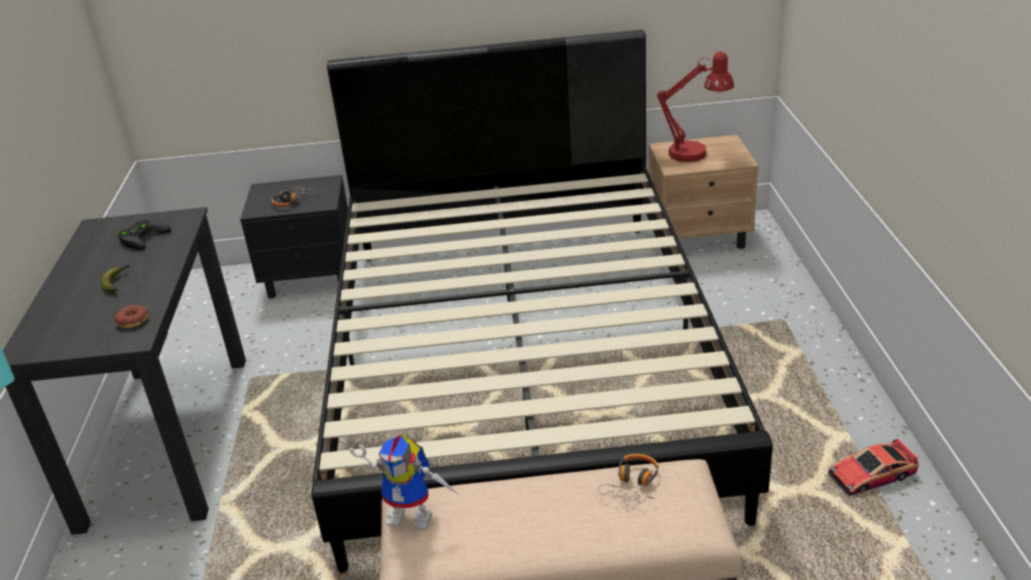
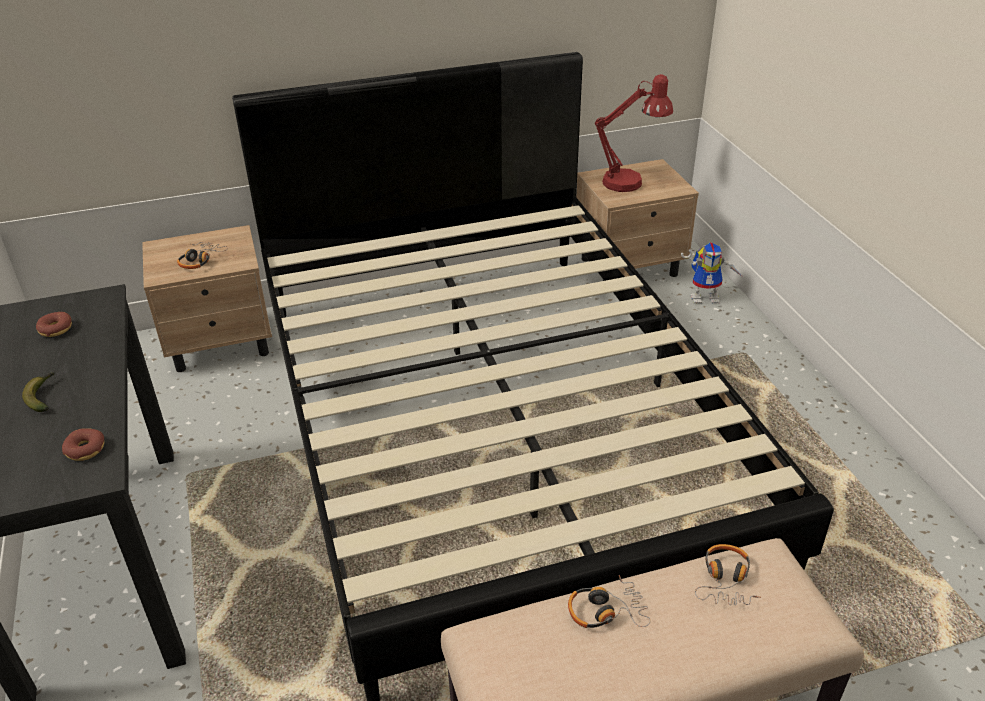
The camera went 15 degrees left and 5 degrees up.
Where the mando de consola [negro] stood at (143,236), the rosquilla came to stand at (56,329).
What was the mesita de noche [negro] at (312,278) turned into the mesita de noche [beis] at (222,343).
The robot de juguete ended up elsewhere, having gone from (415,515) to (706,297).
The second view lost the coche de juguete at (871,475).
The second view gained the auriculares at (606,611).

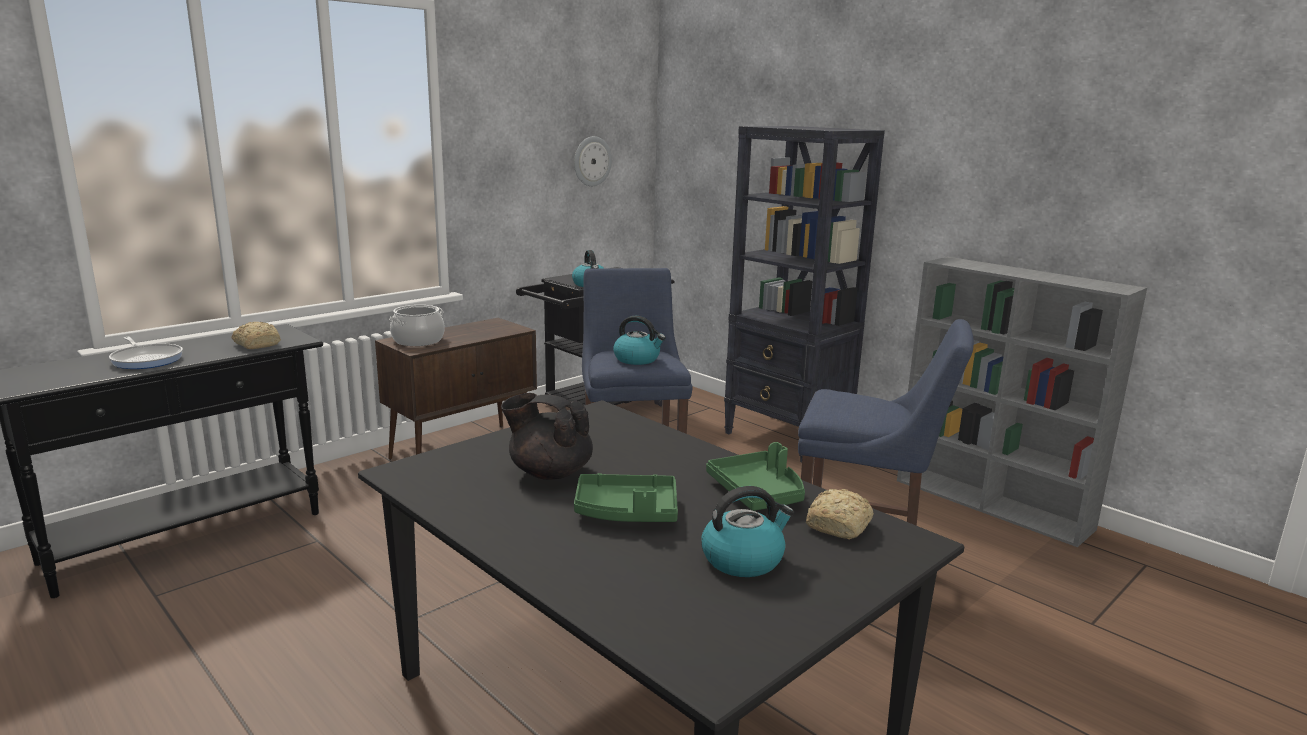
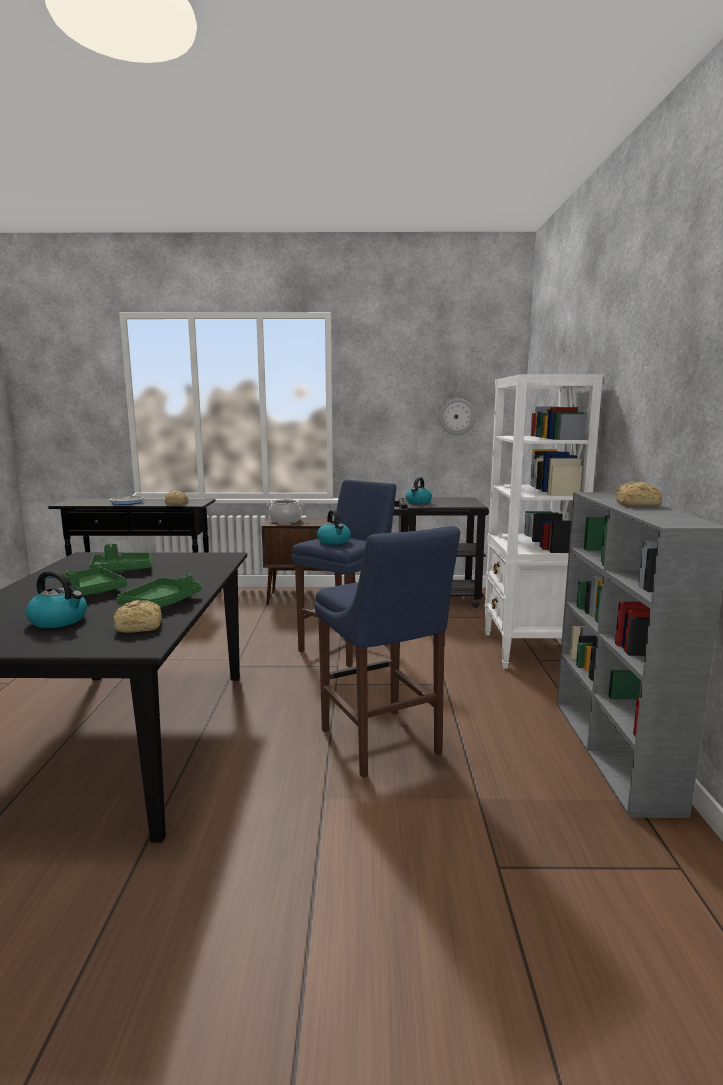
The camera went 45 degrees right and 5 degrees down.
Where the tetera [negro] stood at (549,472), the bandeja [verde] came to stand at (121,570).
What was the estantería [negro] at (787,438) turned into the estantería [blanco] at (527,650).
The second view gained the pan at (635,504).

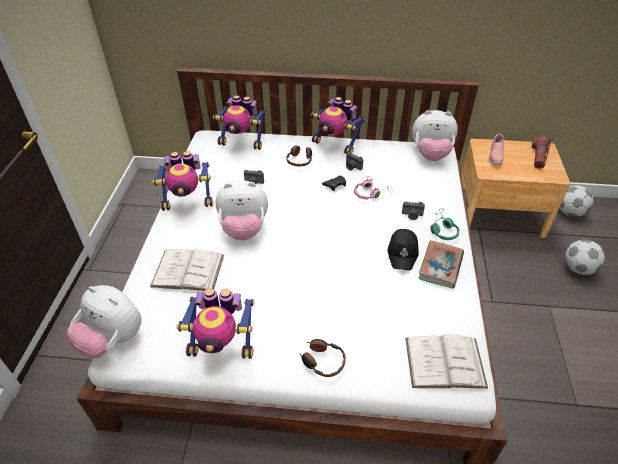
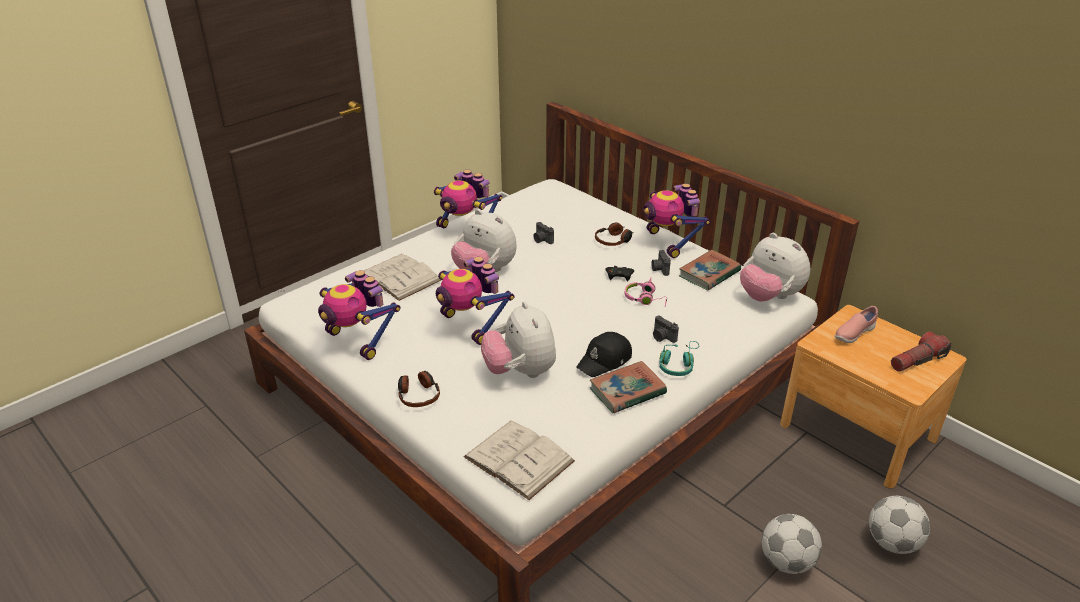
The camera went 40 degrees right and 10 degrees down.
The peluche ended up elsewhere, having gone from (112,340) to (520,371).
The robot de juguete ended up elsewhere, having gone from (242,143) to (471,325).
The balón de fútbol ended up elsewhere, having gone from (569,212) to (786,562).
The second view gained the libro at (709,274).

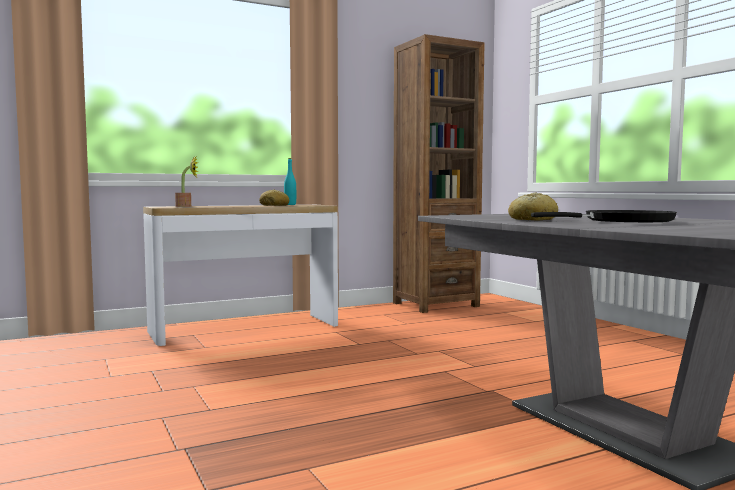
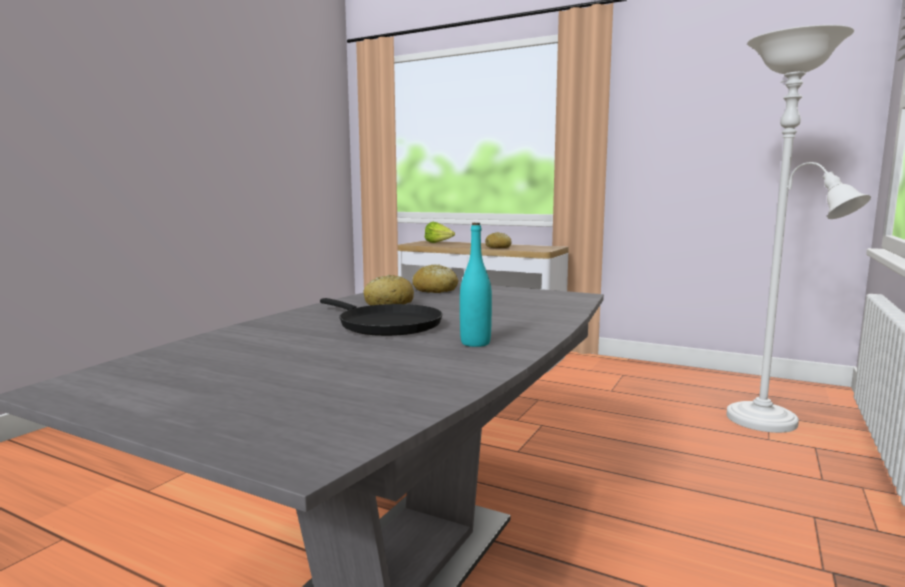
The camera went 55 degrees right and 5 degrees up.
Where the planta en maceta stood at (187,206), the lechuga came to stand at (438,243).
The botella [turquesa] ended up elsewhere, having gone from (290,204) to (475,343).
The second view lost the estantería [marrón] at (435,304).
The second view gained the pan at (435,290).
The second view gained the lámpara de pie [blanco] at (769,423).

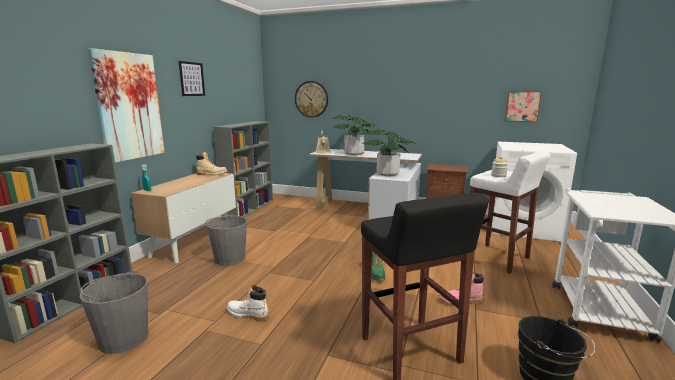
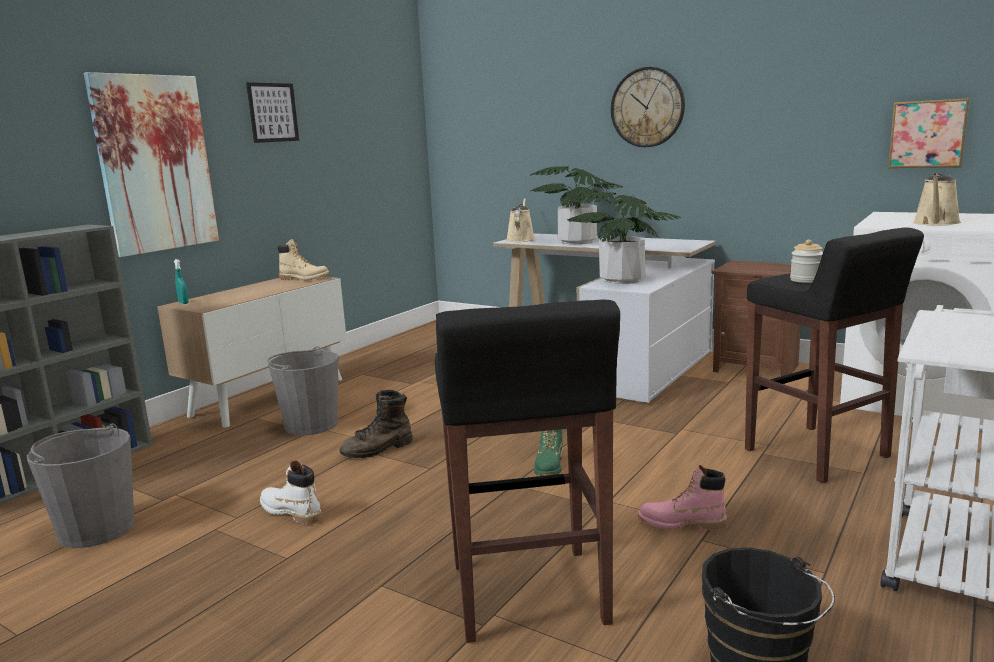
The camera went 15 degrees right and 0 degrees up.
The second view lost the estantería [gris] at (249,209).
The reloj de pared ended up elsewhere, having gone from (311,99) to (647,107).
What was the taburete [blanco] at (498,258) turned into the taburete [negro] at (817,454).
The second view gained the bota [marrón] at (378,449).
The second view gained the regadera [beis] at (936,223).

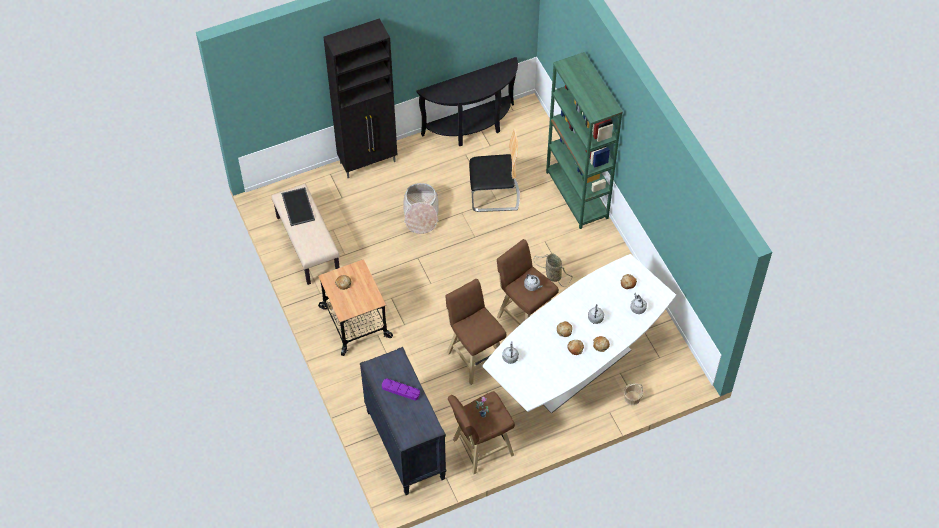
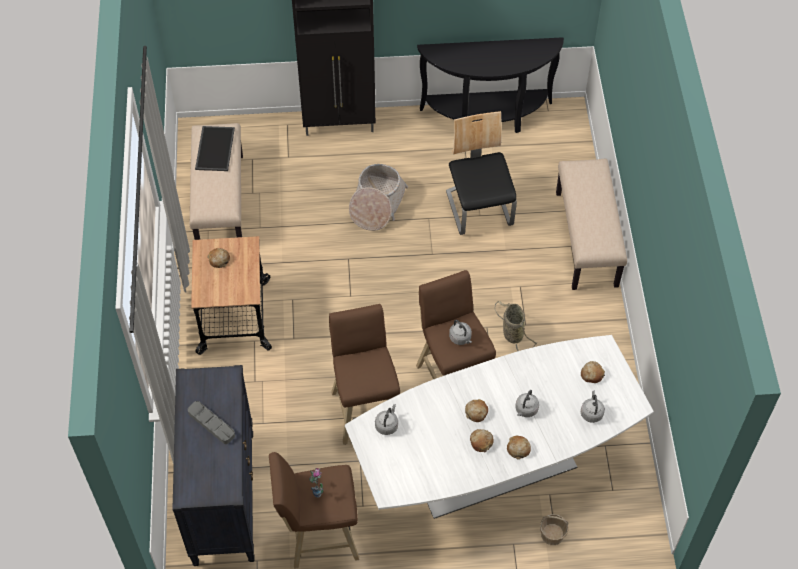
The camera went 20 degrees right and 0 degrees up.
What was the bandeja [morado] at (400,390) turned into the bandeja [gris] at (211,424).
The silla at (494,195) ended up facing another way, 120 degrees counterclockwise from before.
Where the estantería [verde] stood at (577,195), the banco [beis] came to stand at (587,239).

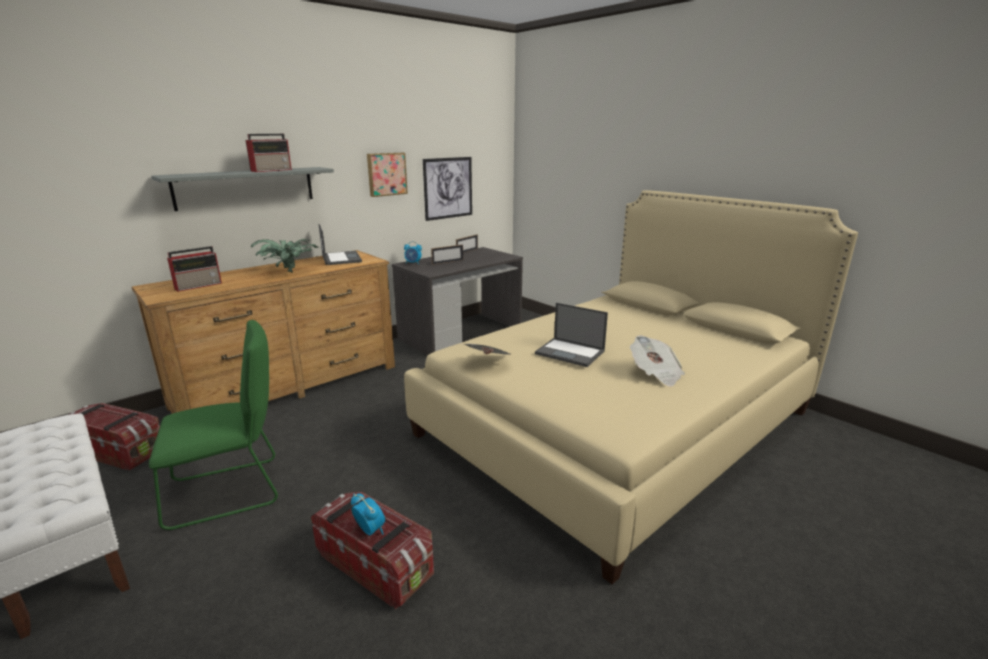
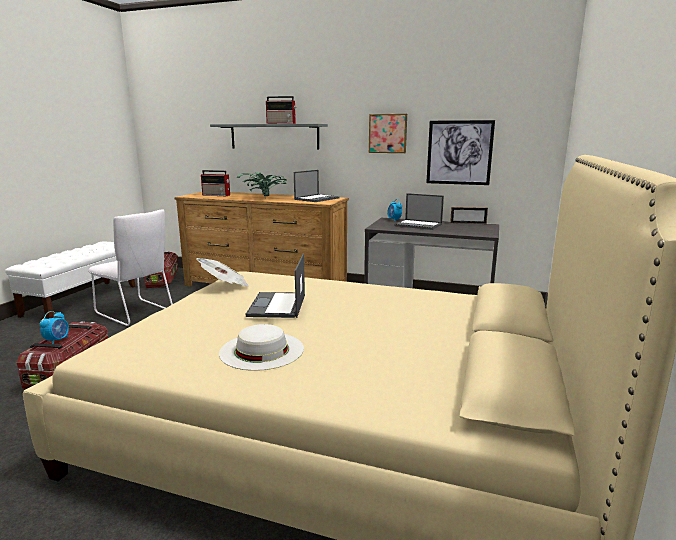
The camera went 60 degrees right and 5 degrees down.
What was the silla [verde] at (231,490) turned into the silla [blanco] at (136,313).
Where the portarretratos stood at (447,262), the portátil came to stand at (419,225).
Where the periódico stood at (655,374), the sombrero [blanco] came to stand at (261,350).

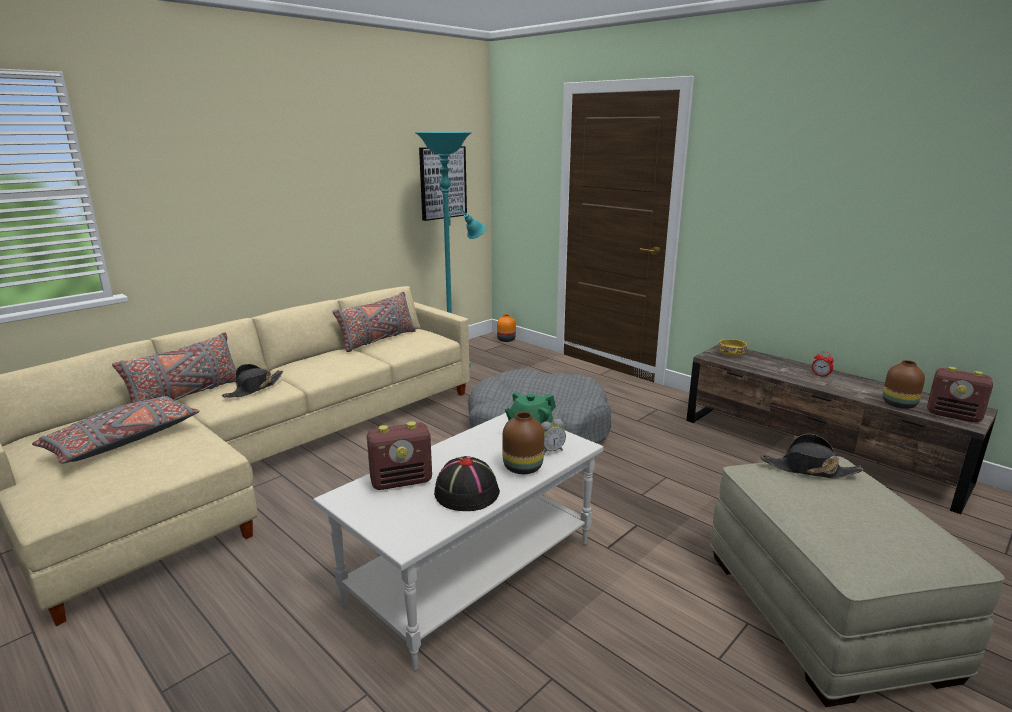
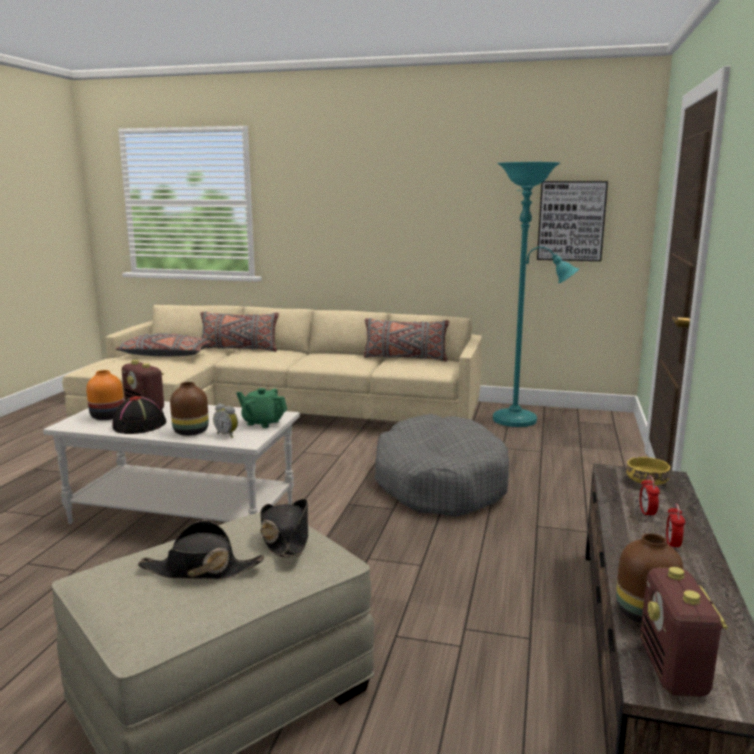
The camera went 60 degrees right and 5 degrees down.
The sombrero [negro] ended up elsewhere, having gone from (254,388) to (201,570).
The florero [naranja] ended up elsewhere, having gone from (506,339) to (108,416).
The second view gained the despertador at (647,513).

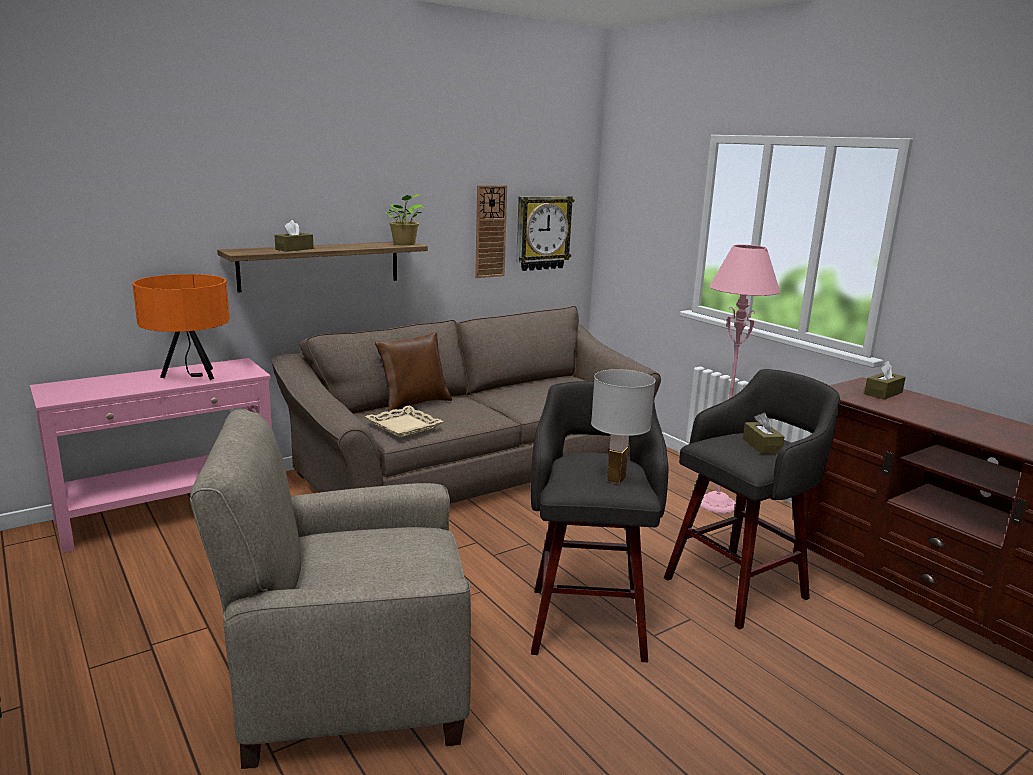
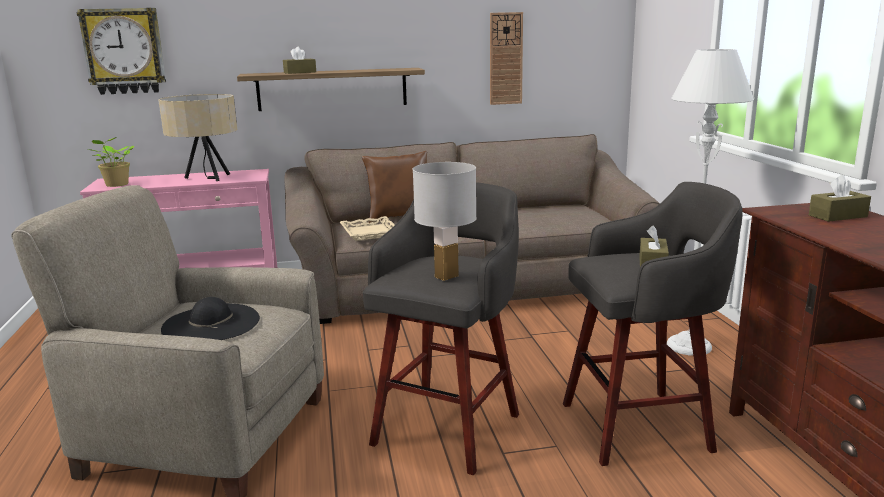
The camera went 25 degrees right and 0 degrees up.
What was the lámpara de mesa [naranja] at (189,376) turned into the lámpara de mesa [beis] at (206,178).
The planta en maceta ended up elsewhere, having gone from (404,244) to (116,185).
The reloj de pared ended up elsewhere, having gone from (542,233) to (124,51).
What was the lámpara de pie [rosa] at (717,504) turned into the lámpara de pie [gris] at (689,346).
The second view gained the sombrero [negro] at (211,323).

